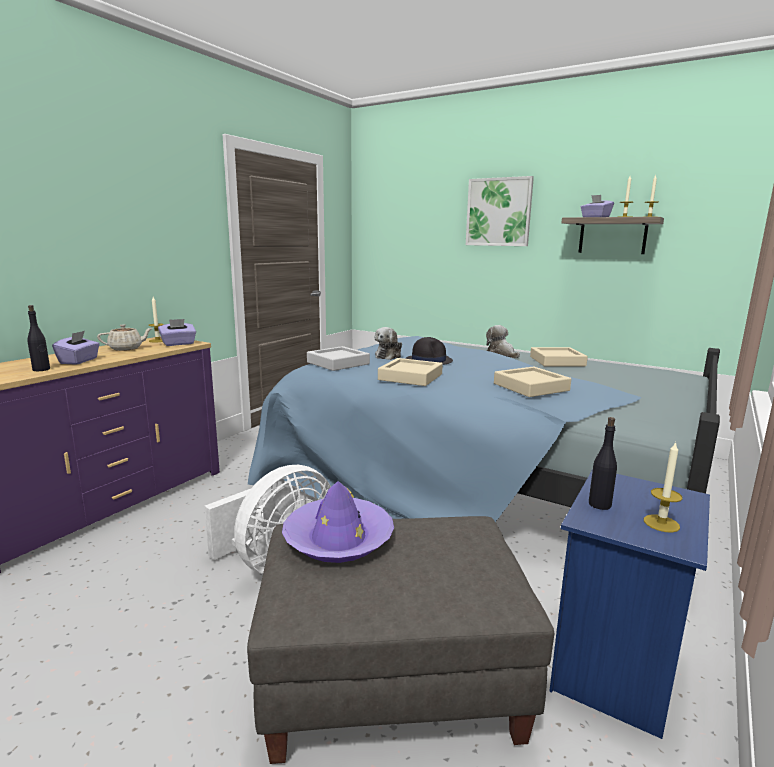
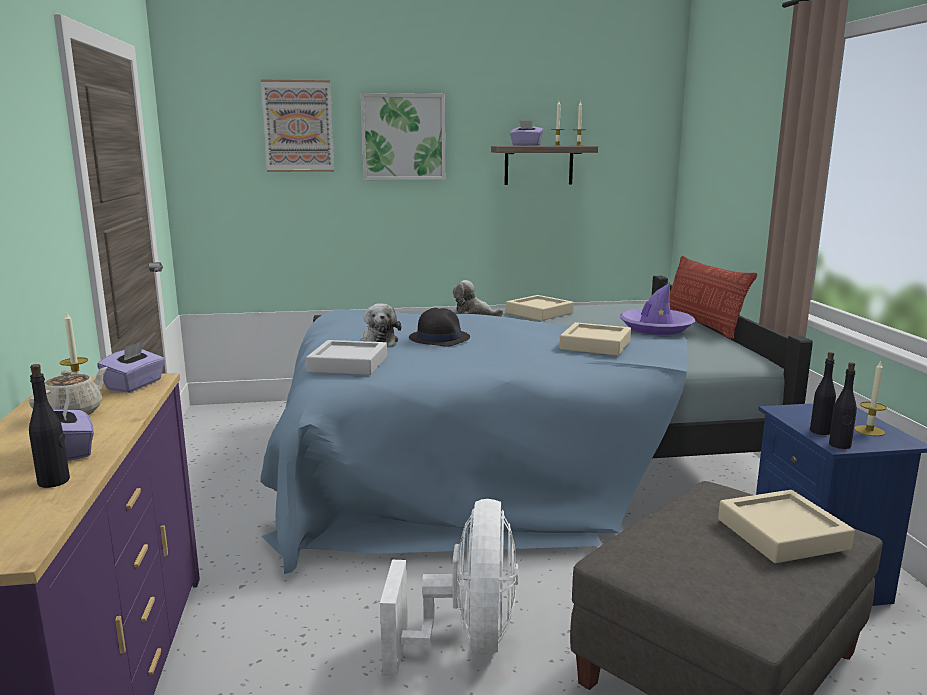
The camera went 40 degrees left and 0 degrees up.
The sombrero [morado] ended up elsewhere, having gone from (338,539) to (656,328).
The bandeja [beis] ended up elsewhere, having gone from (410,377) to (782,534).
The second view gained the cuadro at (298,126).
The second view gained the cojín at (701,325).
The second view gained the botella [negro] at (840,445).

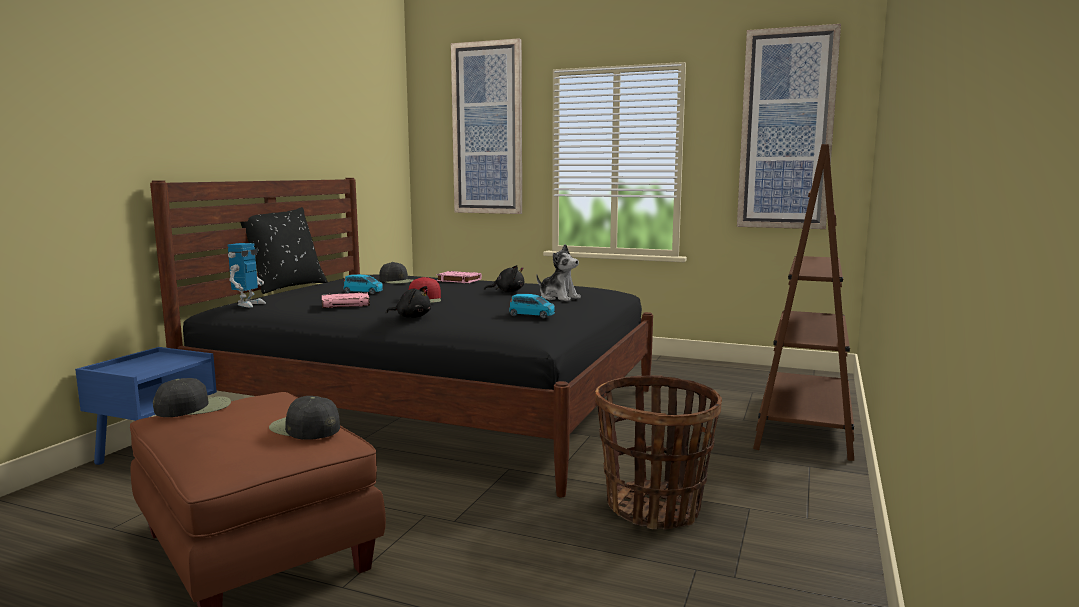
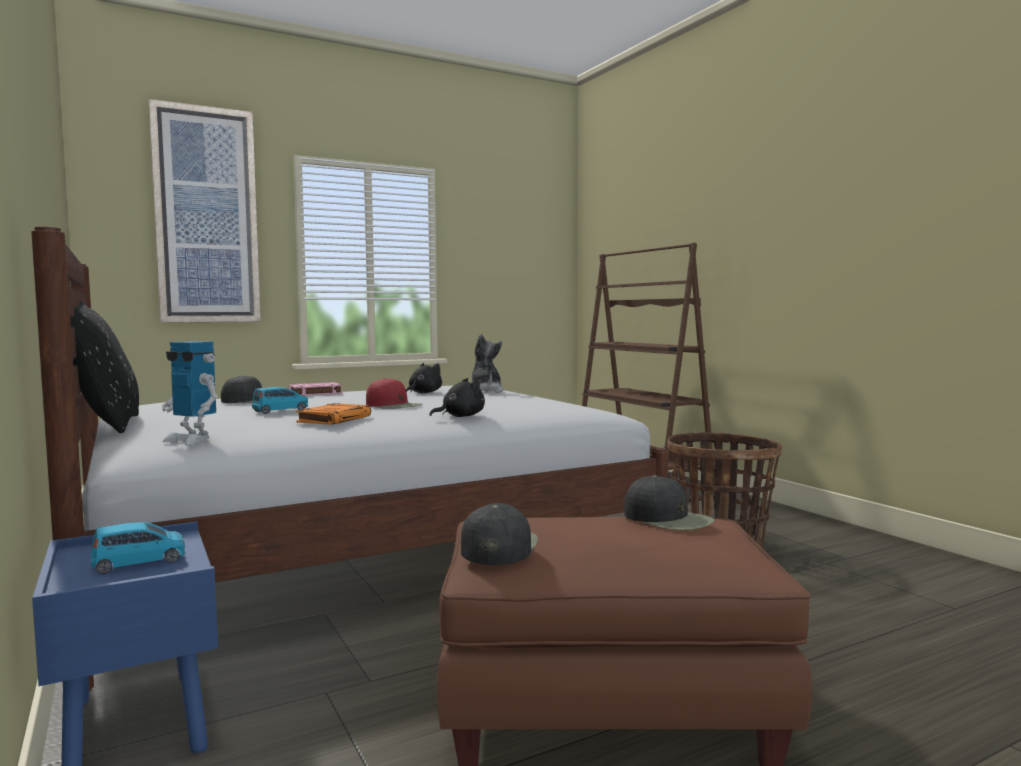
The camera went 50 degrees left and 5 degrees down.
What was the cama [negro] at (433,408) turned into the cama [blanco] at (362,550).
The robot de juguete at (248,304) ended up facing another way, 150 degrees clockwise from before.
The gorra [negro] at (304,428) ended up facing another way, 120 degrees counterclockwise from before.
What was the libro [rosa] at (346,304) turned into the libro [naranja] at (334,419).
The coche de juguete [azul] ended up elsewhere, having gone from (532,315) to (139,562).
The peluche at (558,298) ended up facing another way, 90 degrees counterclockwise from before.
The second view lost the cuadro at (786,130).

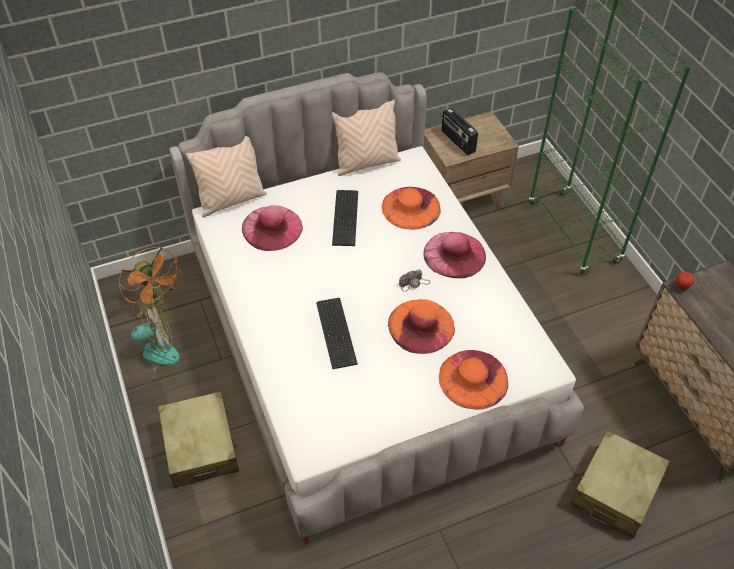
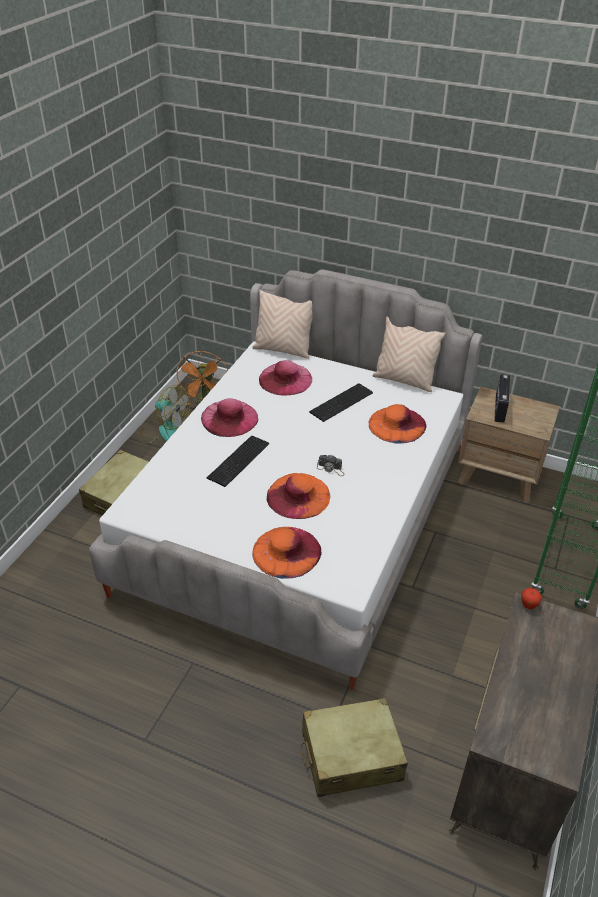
The camera went 45 degrees right and 10 degrees down.
The sombrero [rosa] ended up elsewhere, having gone from (454,254) to (229,418).

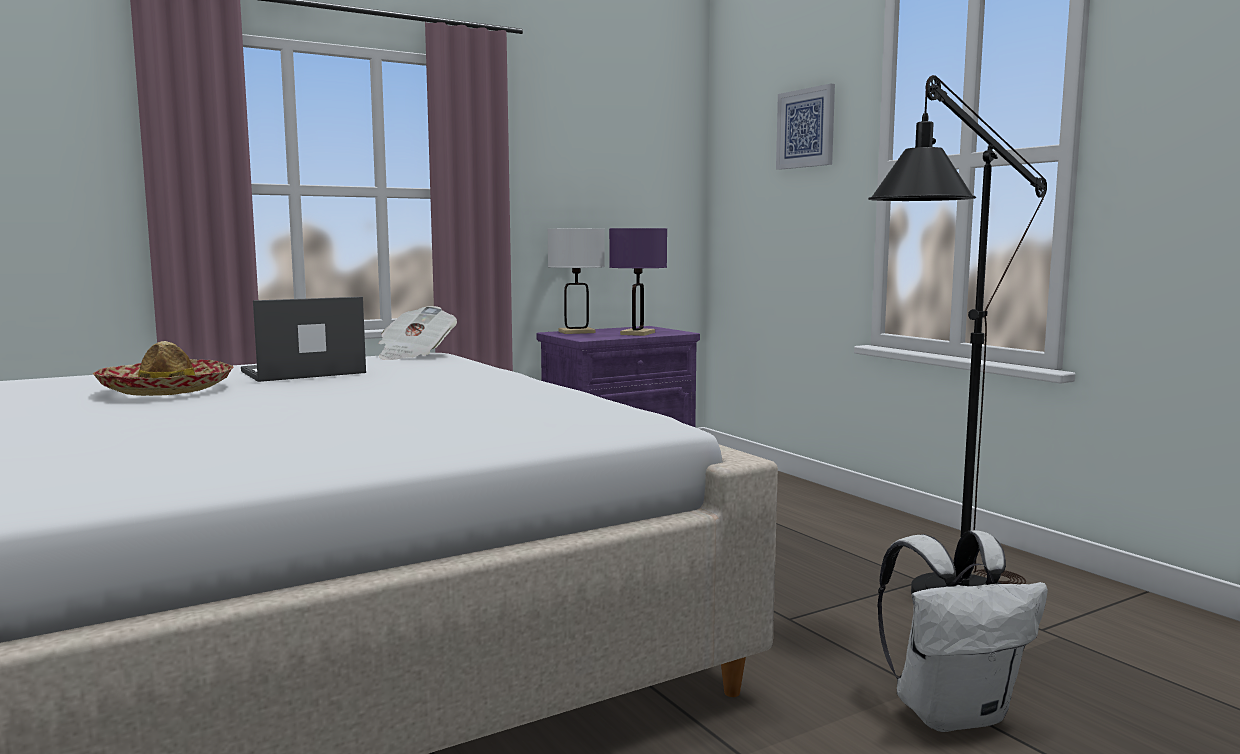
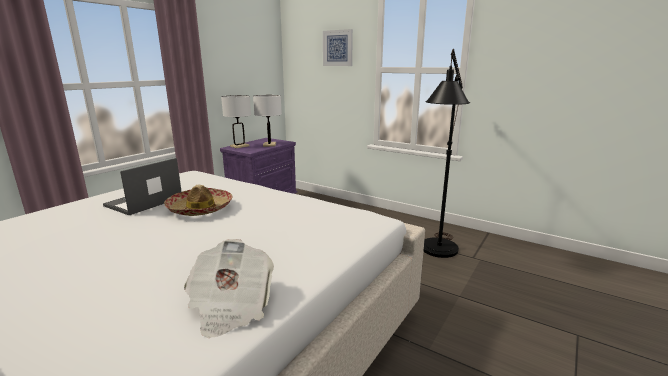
The camera went 25 degrees left and 10 degrees up.
The sombrero ended up elsewhere, having gone from (166,390) to (200,208).
The periódico ended up elsewhere, having gone from (414,355) to (230,306).
What was the lámpara de mesa [morado] at (637,333) turned into the lámpara de mesa [blanco] at (269,145).
The second view lost the mochila [blanco] at (952,713).

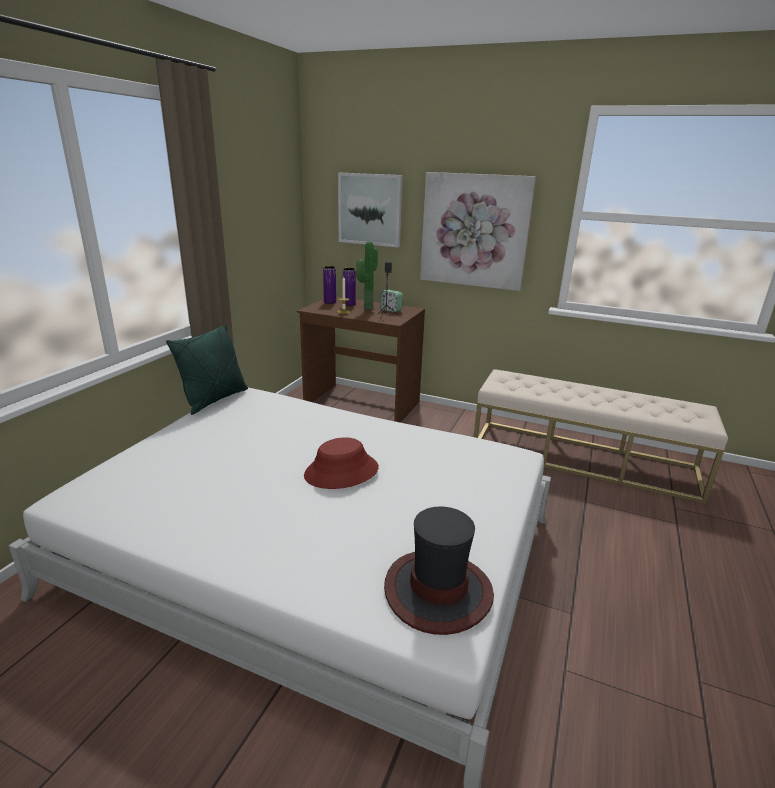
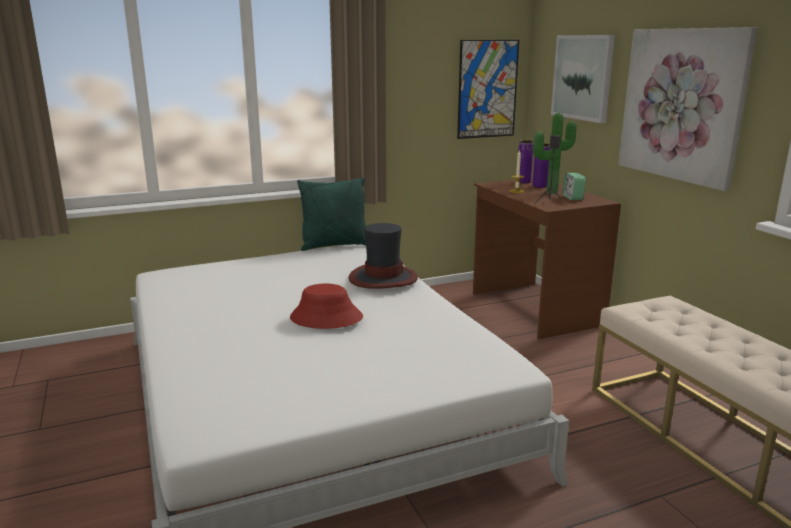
The camera went 45 degrees right and 5 degrees down.
The sombrero ended up elsewhere, having gone from (438,591) to (382,278).
The second view gained the cuadro at (487,89).

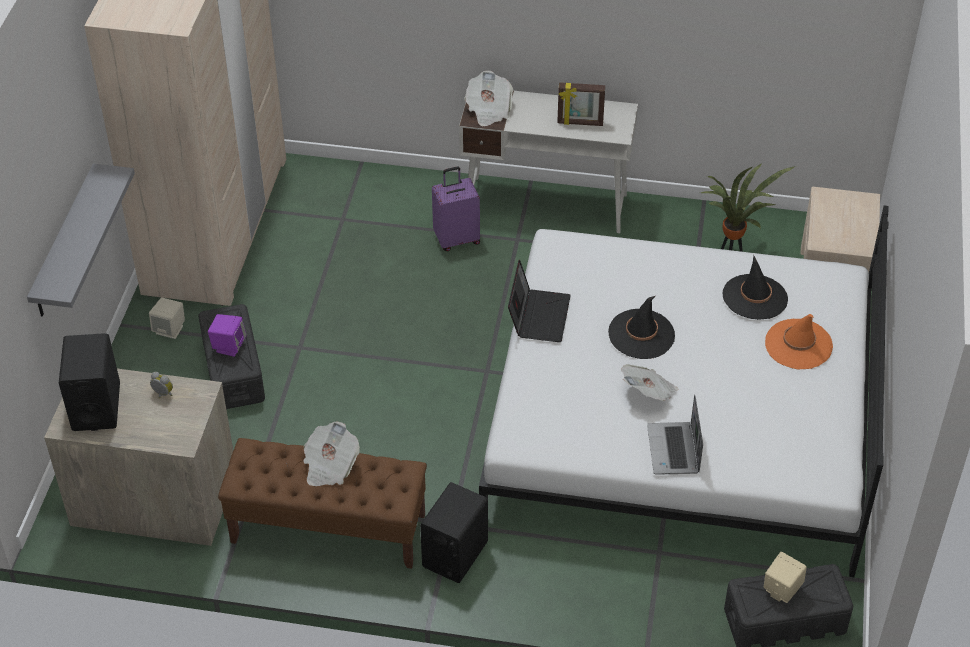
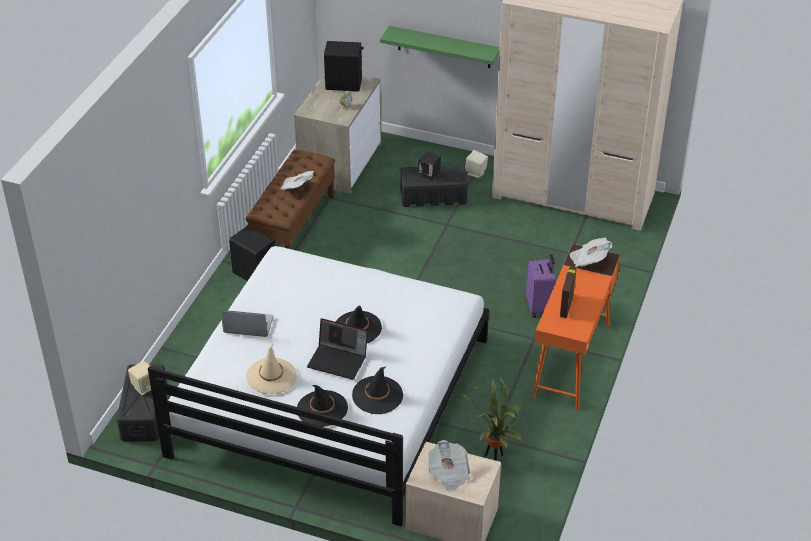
The camera went 100 degrees right and 5 degrees down.
What was the estante [gris] at (64,243) turned into the estante [verde] at (444,47).
What was the altavoz [morado] at (229,346) turned into the altavoz [negro] at (429,174).
What was the escritorio [blanco] at (547,204) turned into the escritorio [naranja] at (571,360).
The portátil ended up elsewhere, having gone from (538,315) to (338,360).
The periódico ended up elsewhere, having gone from (649,392) to (449,474).
What was the sombrero [naranja] at (798,345) turned into the sombrero [negro] at (322,409).
The second view gained the sombrero [beis] at (271,376).

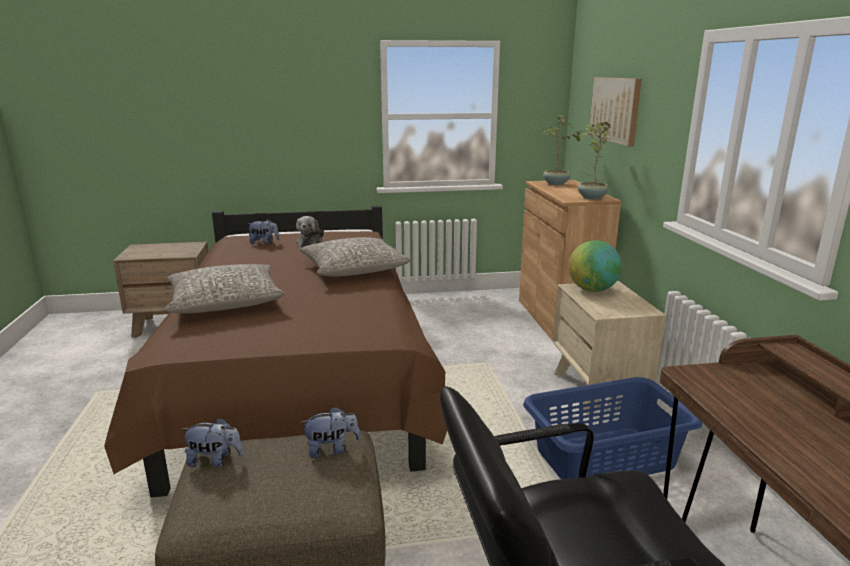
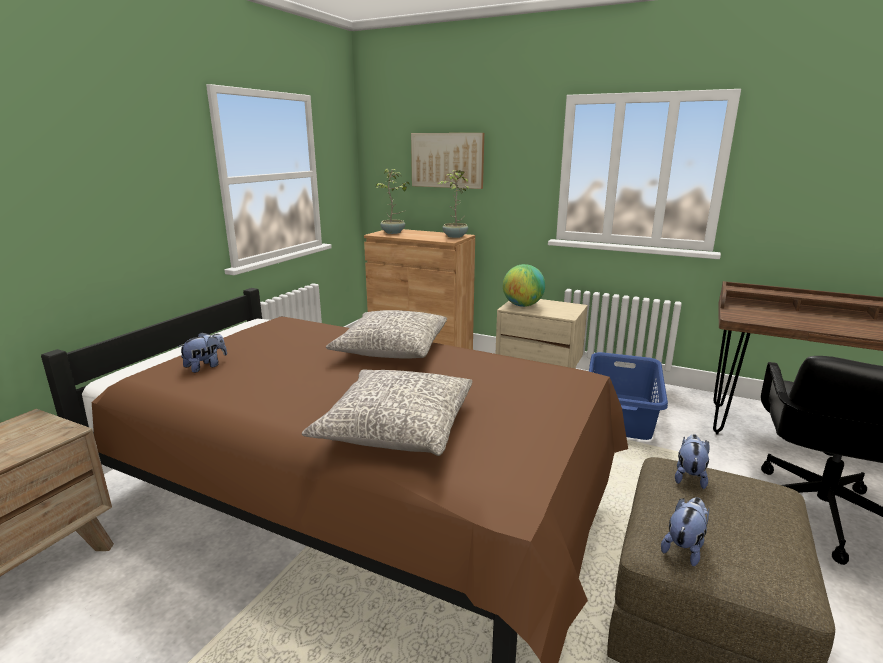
The camera went 55 degrees left and 0 degrees up.
The second view lost the peluche at (310,243).

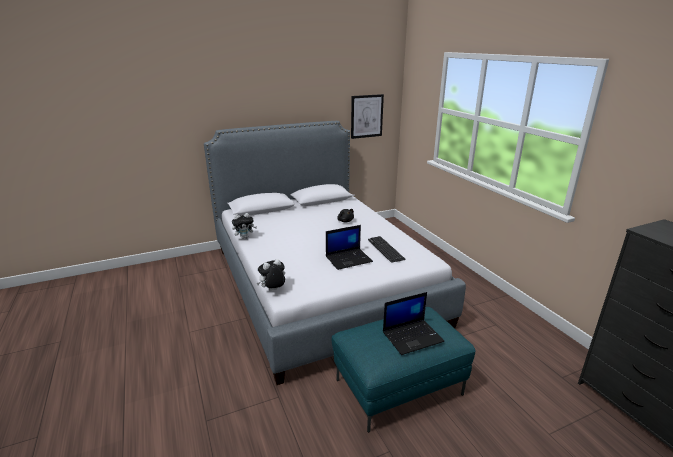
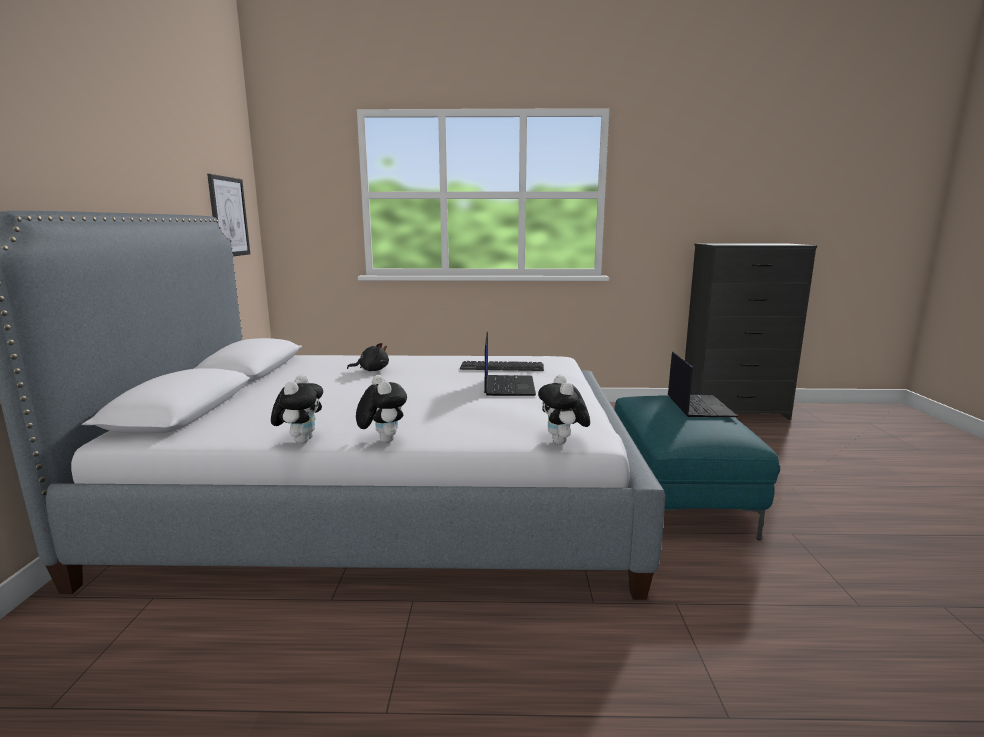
The camera went 65 degrees left and 10 degrees down.
The second view gained the peluche at (382,440).

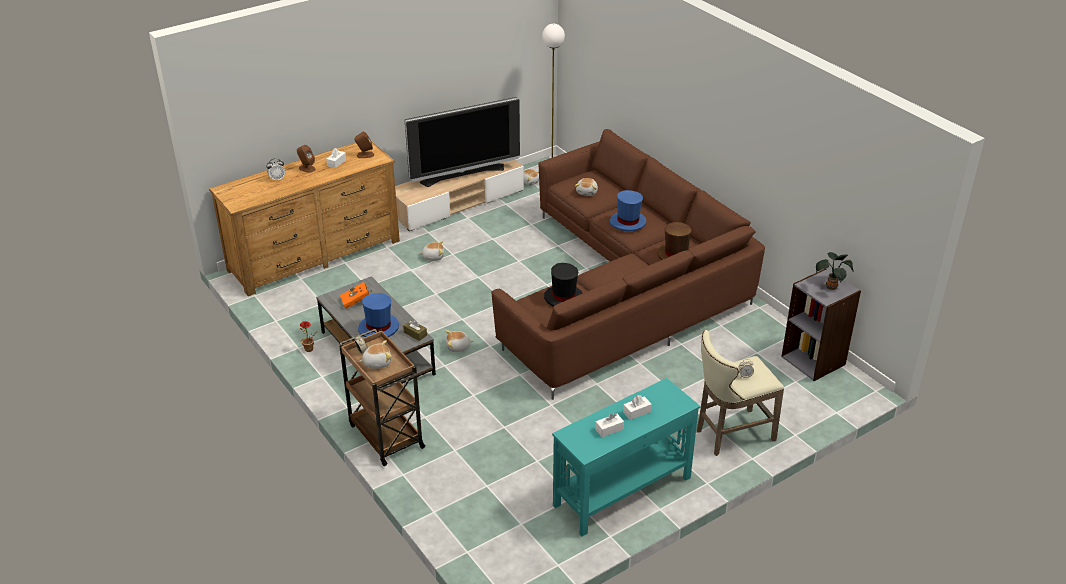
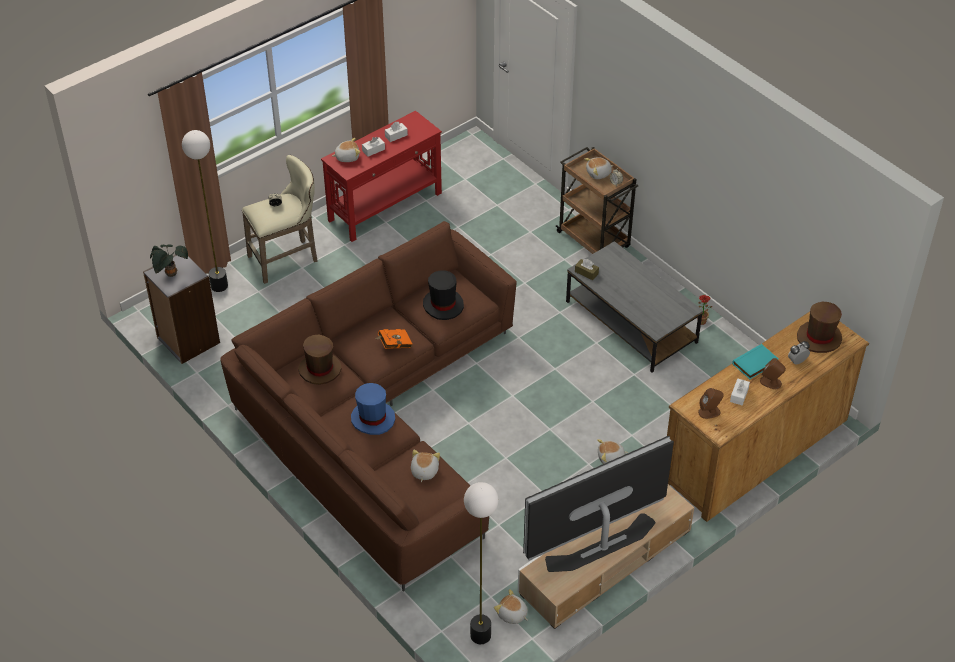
The camera went 175 degrees right and 10 degrees up.
The libro [naranja] ended up elsewhere, having gone from (357,301) to (393,345).
The second view lost the sombrero [azul] at (378,328).
The peluche ended up elsewhere, having gone from (458,347) to (347,157).
What was the mesa consola [turquesa] at (621,491) turned into the mesa consola [rojo] at (386,207).
The second view gained the lámpara de pie at (219,285).
The second view gained the libro [turquesa] at (755,364).
The second view gained the sombrero [marrón] at (819,338).

